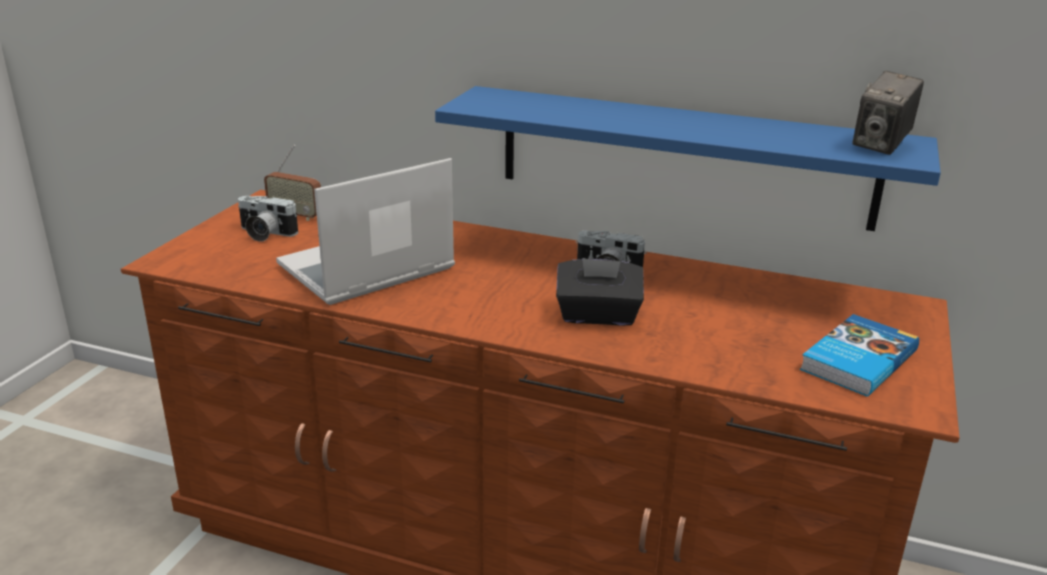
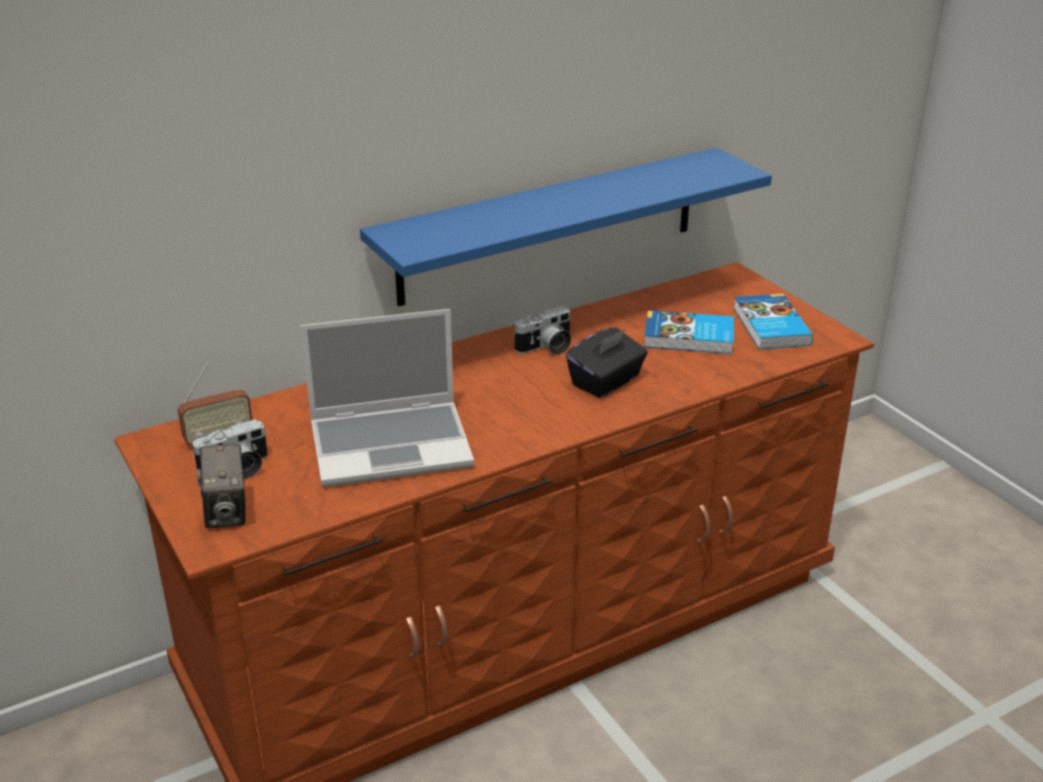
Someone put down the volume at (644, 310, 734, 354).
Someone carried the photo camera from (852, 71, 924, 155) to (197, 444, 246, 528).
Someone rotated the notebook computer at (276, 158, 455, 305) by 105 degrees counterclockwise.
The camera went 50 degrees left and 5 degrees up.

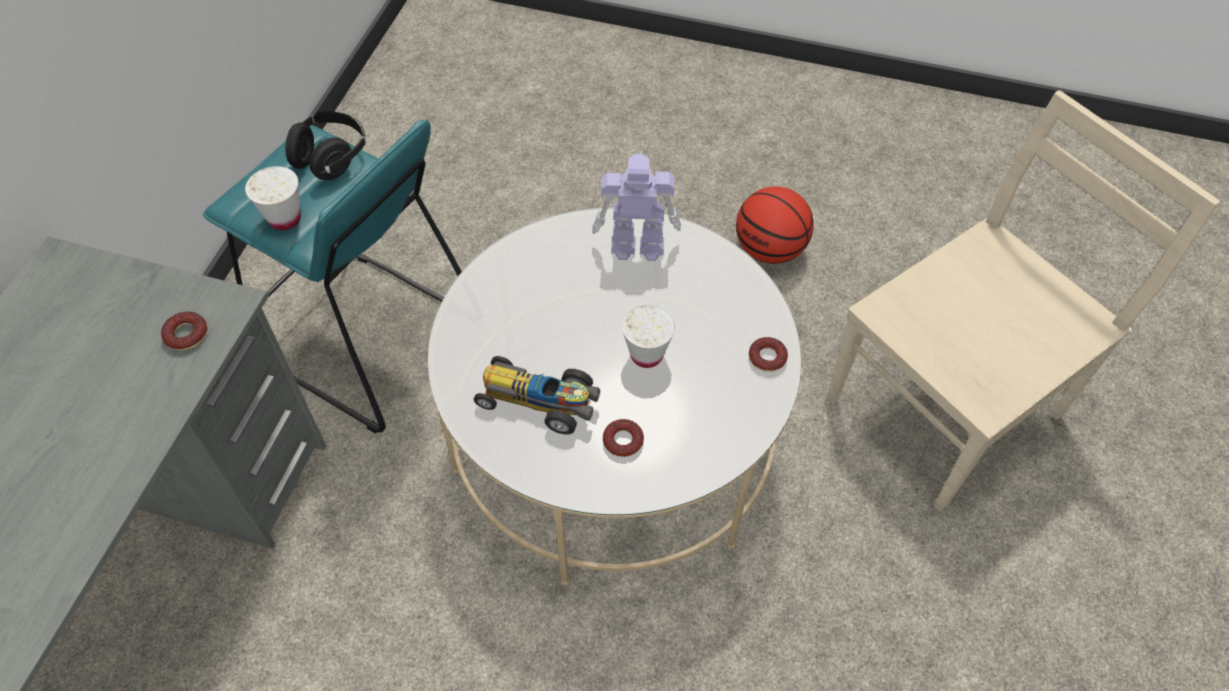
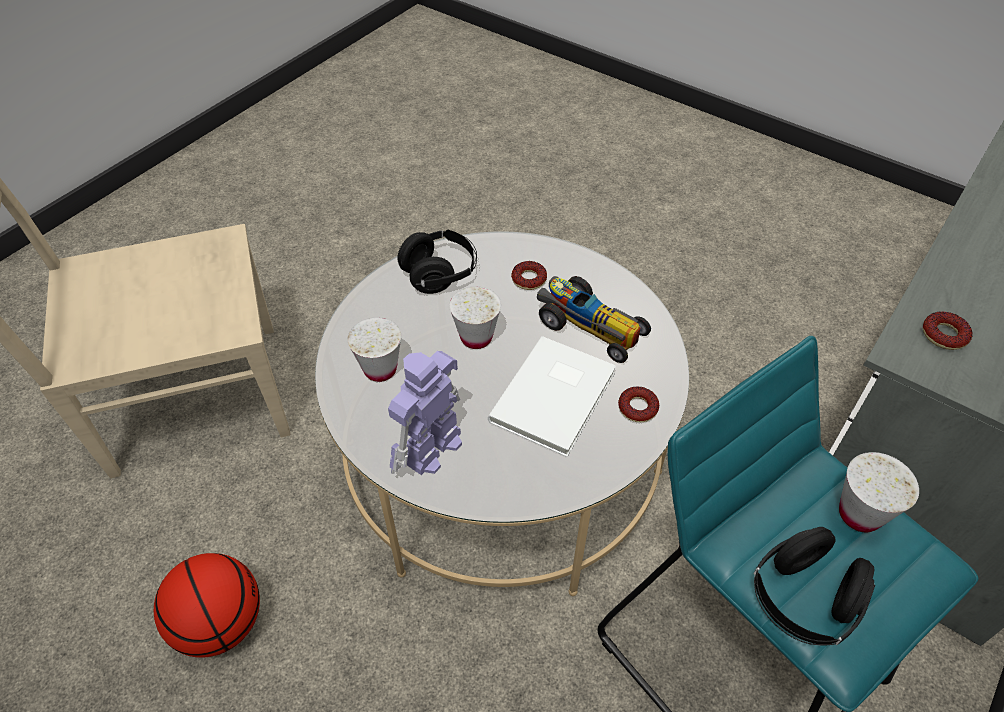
Someone put down the whitish cup at (347, 317, 401, 382).
Someone put down the blackish headset at (397, 230, 477, 294).
Someone put down the whitish volume at (488, 336, 616, 457).
Someone carried the donut from (749, 337, 788, 372) to (618, 387, 659, 422).
Someone rotated the toy robot at (592, 154, 681, 261) by 105 degrees clockwise.
The camera went 160 degrees left and 5 degrees down.

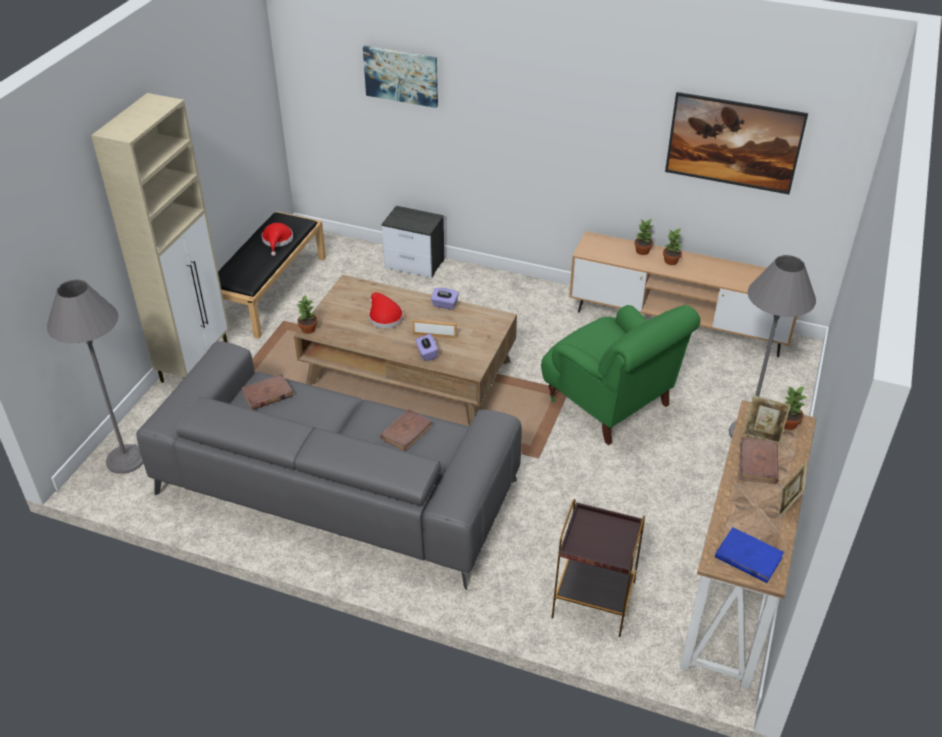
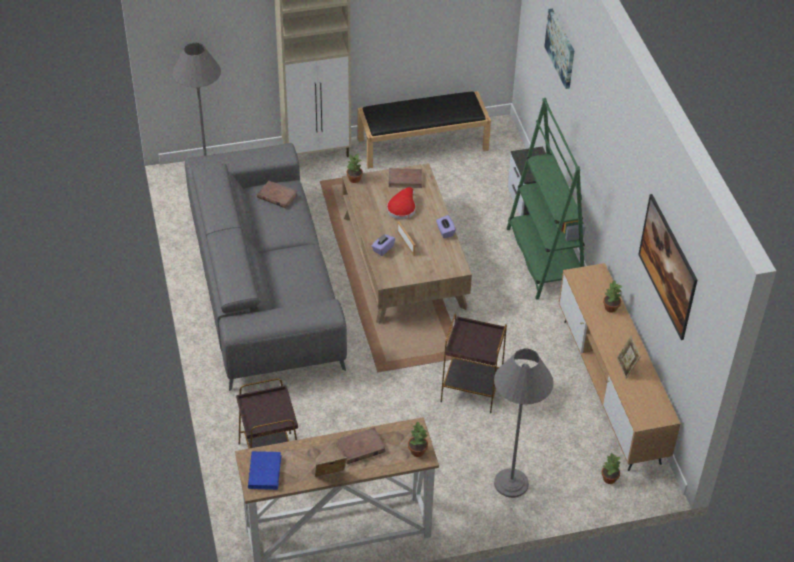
Someone took away the red-coloured clothing hat at (262, 223, 293, 256).
Someone put down the green-coloured shelving unit at (507, 98, 585, 300).
Someone carried the brown-coloured volume from (380, 409, 433, 452) to (388, 168, 422, 188).
Someone carried the potted plant from (663, 229, 682, 265) to (602, 452, 622, 484).
Someone carried the photo frame from (743, 395, 791, 444) to (617, 336, 641, 379).
Someone swapped the green-coloured lounge chair at (541, 305, 700, 445) for the brown-coloured accent table at (441, 313, 507, 413).
The camera went 55 degrees right and 5 degrees up.

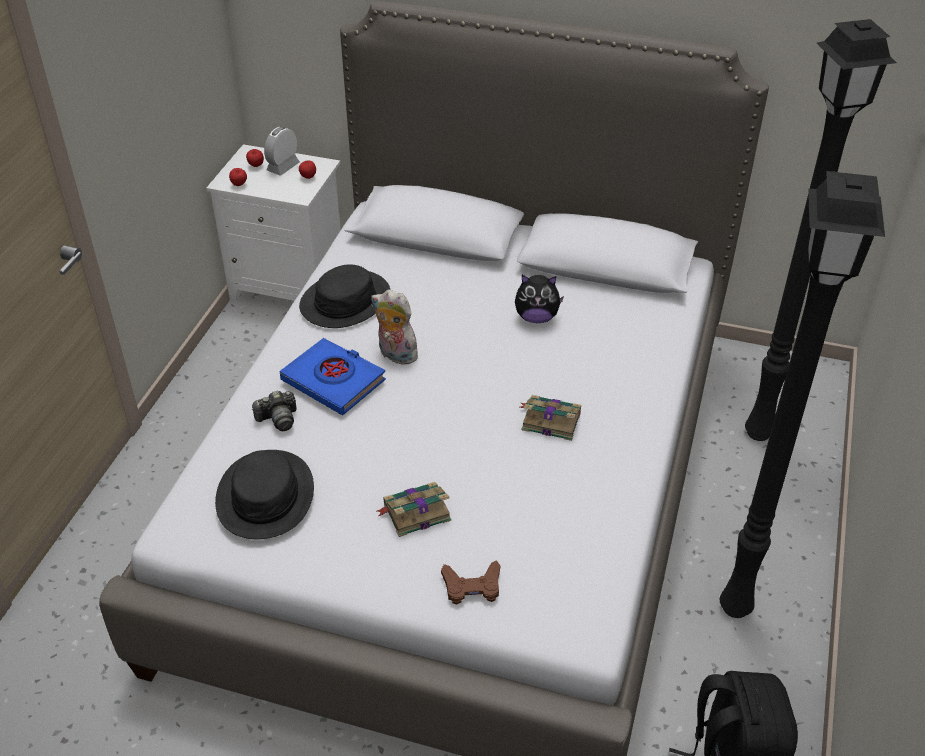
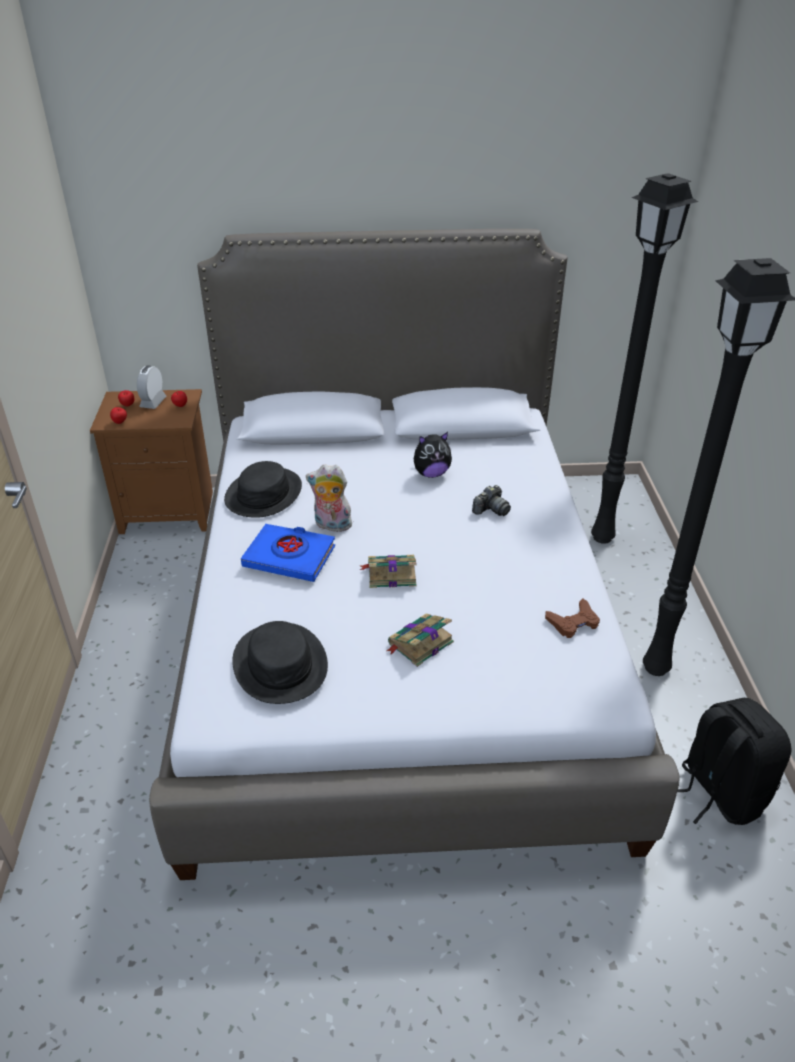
Someone carried the photo camera from (252, 391, 297, 431) to (472, 485, 511, 516).
Someone carried the brown-coloured game controller from (441, 560, 500, 604) to (545, 599, 600, 638).
Someone carried the volume from (520, 395, 581, 441) to (360, 555, 417, 588).
Someone repainted the whitish night table at (206, 144, 341, 301), which became the brown-coloured night table at (90, 389, 213, 534).
The camera went 20 degrees left and 5 degrees down.

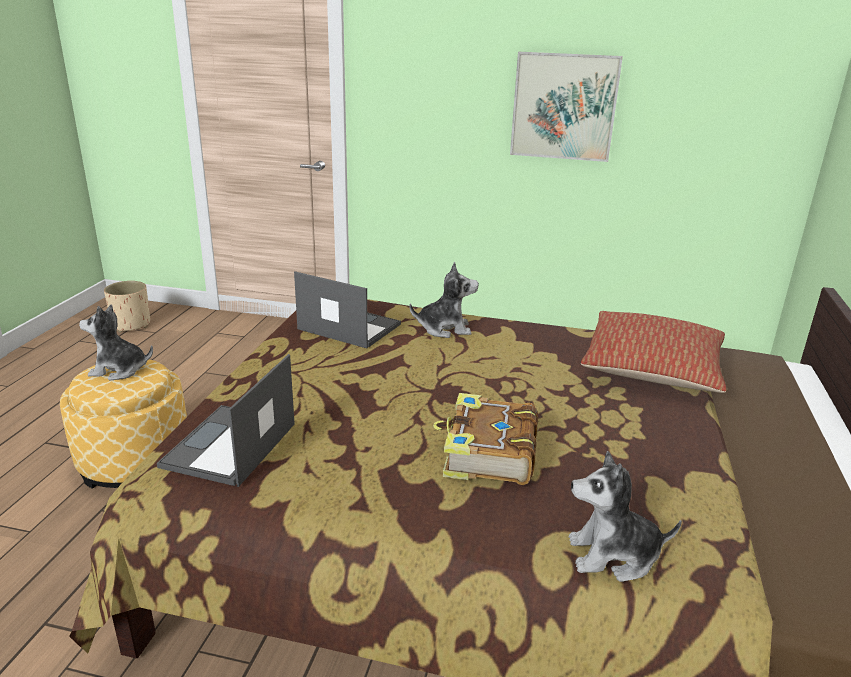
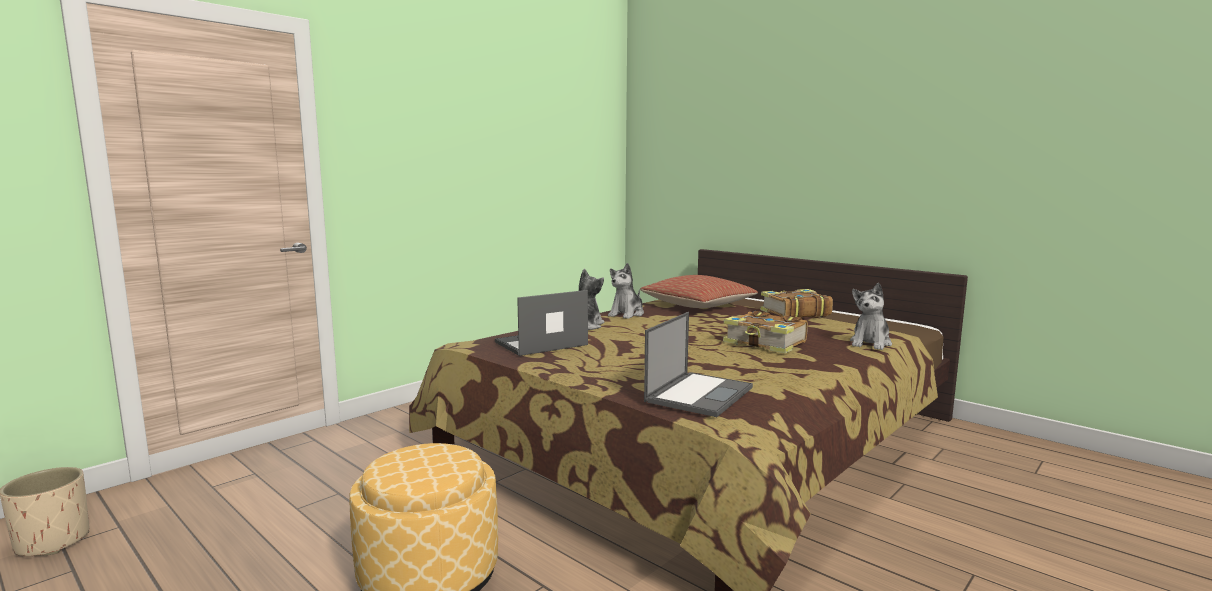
Someone took away the wall art at (510, 52, 623, 162).
Someone put down the volume at (760, 289, 833, 318).
Someone carried the cuddly toy from (79, 305, 153, 380) to (608, 263, 644, 319).
Someone rotated the notebook computer at (157, 354, 295, 487) by 105 degrees counterclockwise.
The camera went 60 degrees left and 15 degrees down.

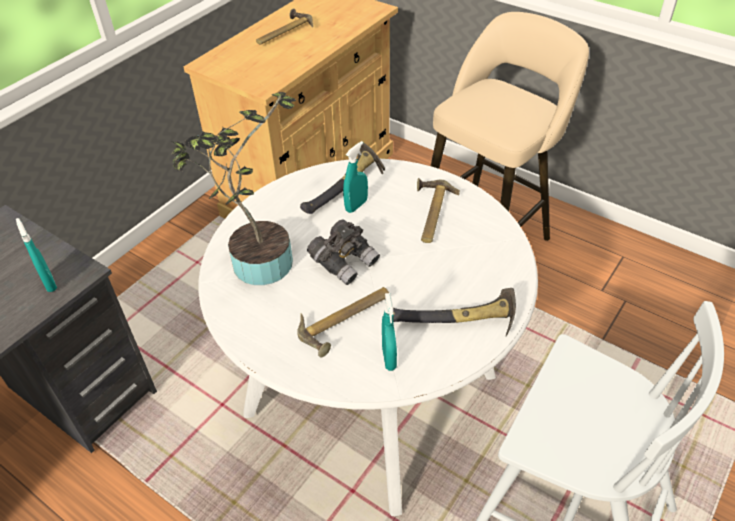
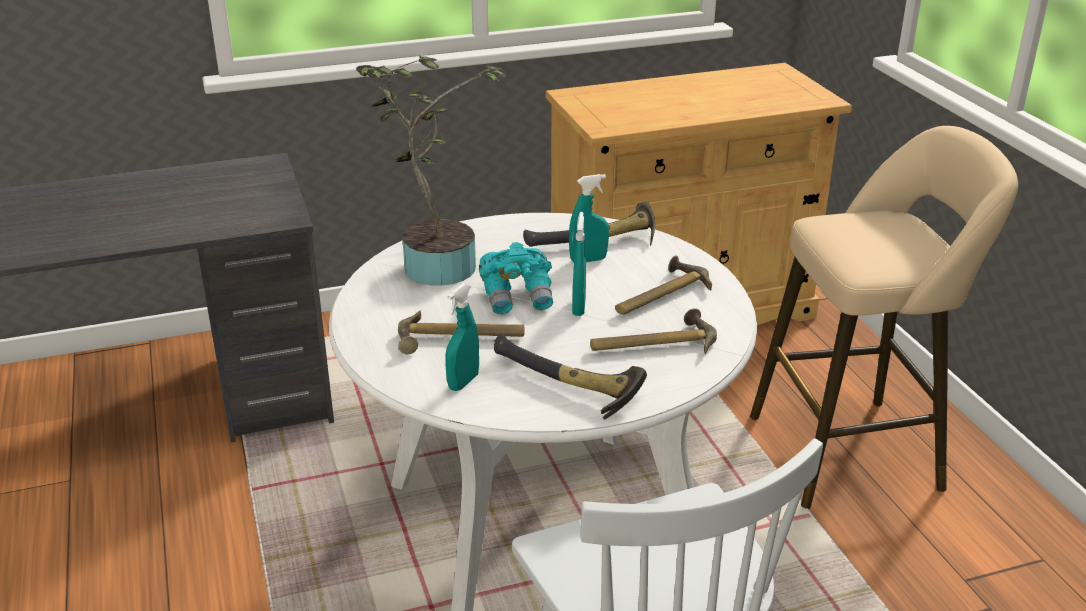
Someone carried the blue-green hand sprayer from (16, 218, 57, 292) to (572, 212, 586, 316).
Someone carried the tool hammer from (256, 8, 313, 44) to (590, 308, 717, 354).
Someone repainted the gray field glasses at (307, 219, 380, 285), which became the blue-green field glasses at (479, 242, 553, 314).
The camera went 35 degrees right and 15 degrees down.

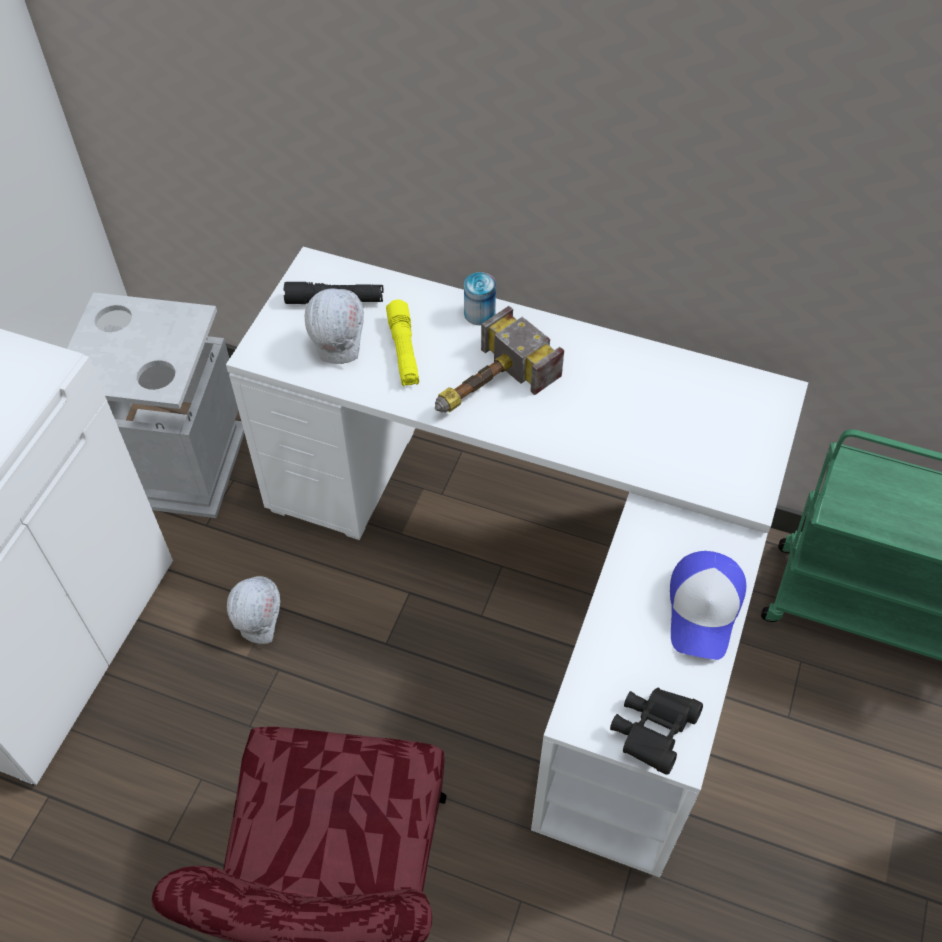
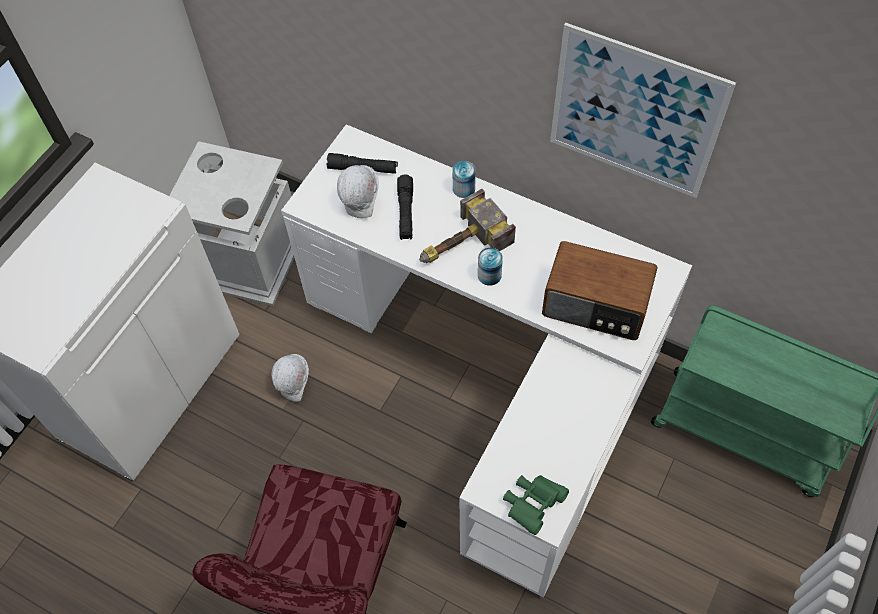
Someone took away the baseball cap at (670, 551, 746, 660).
Someone put down the metal can at (478, 248, 503, 286).
Someone put down the radio at (542, 241, 658, 340).
Someone put up the wall art at (550, 23, 736, 198).
Someone repainted the yellow flashlight at (386, 300, 419, 386), which became the blackish flashlight at (397, 175, 413, 240).
Someone repainted the blackish field glasses at (610, 688, 703, 775), which became the green-coloured field glasses at (503, 475, 569, 535).
The camera went 10 degrees right and 5 degrees up.

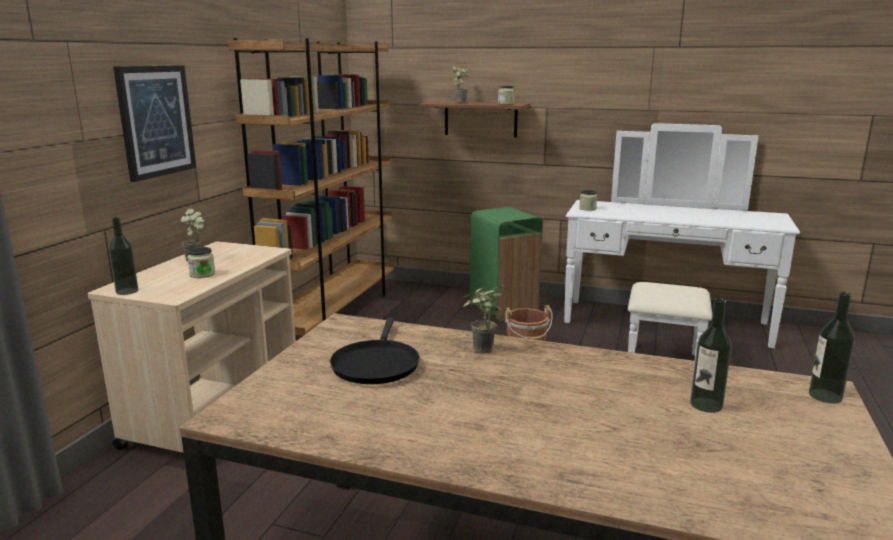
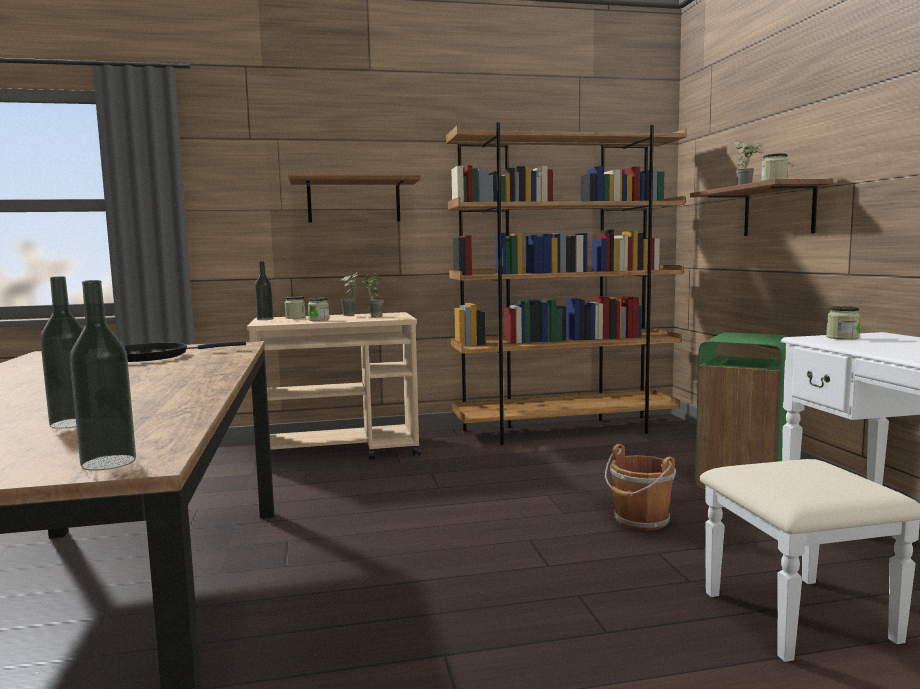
Someone put down the preserve jar at (285, 296, 306, 319).
Someone carried the potted plant from (463, 284, 505, 354) to (362, 273, 384, 317).
Someone swapped the wall art at (113, 65, 196, 182) for the shelf at (288, 175, 421, 222).
The camera went 60 degrees right and 10 degrees down.

